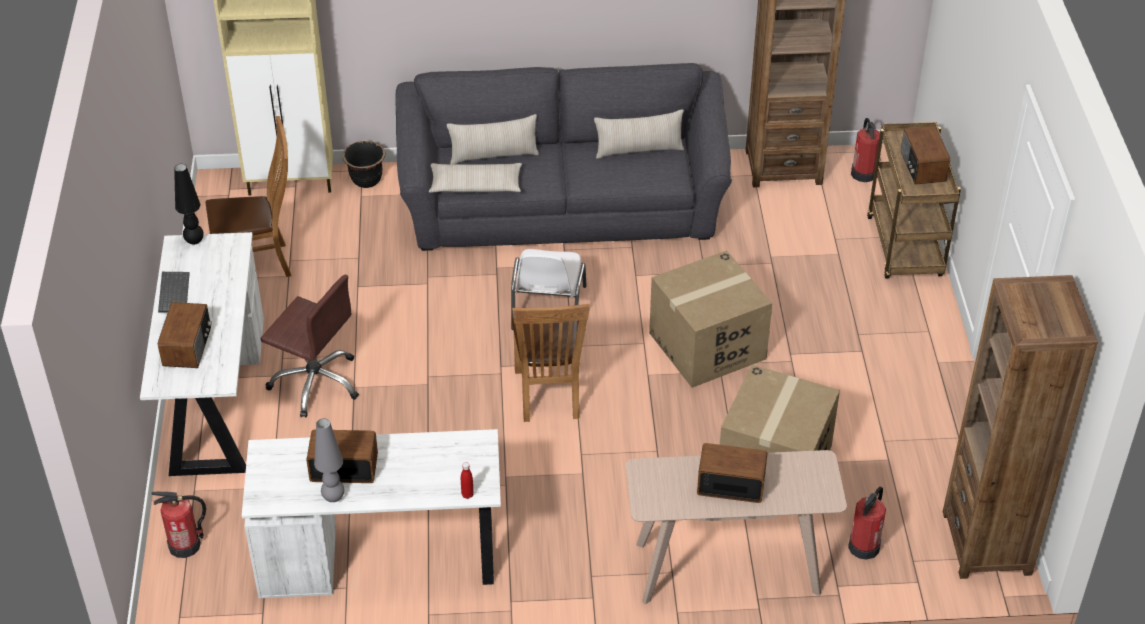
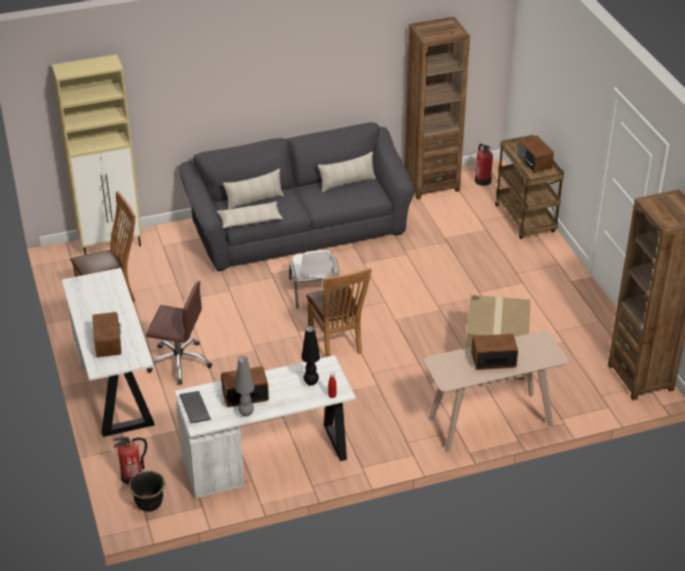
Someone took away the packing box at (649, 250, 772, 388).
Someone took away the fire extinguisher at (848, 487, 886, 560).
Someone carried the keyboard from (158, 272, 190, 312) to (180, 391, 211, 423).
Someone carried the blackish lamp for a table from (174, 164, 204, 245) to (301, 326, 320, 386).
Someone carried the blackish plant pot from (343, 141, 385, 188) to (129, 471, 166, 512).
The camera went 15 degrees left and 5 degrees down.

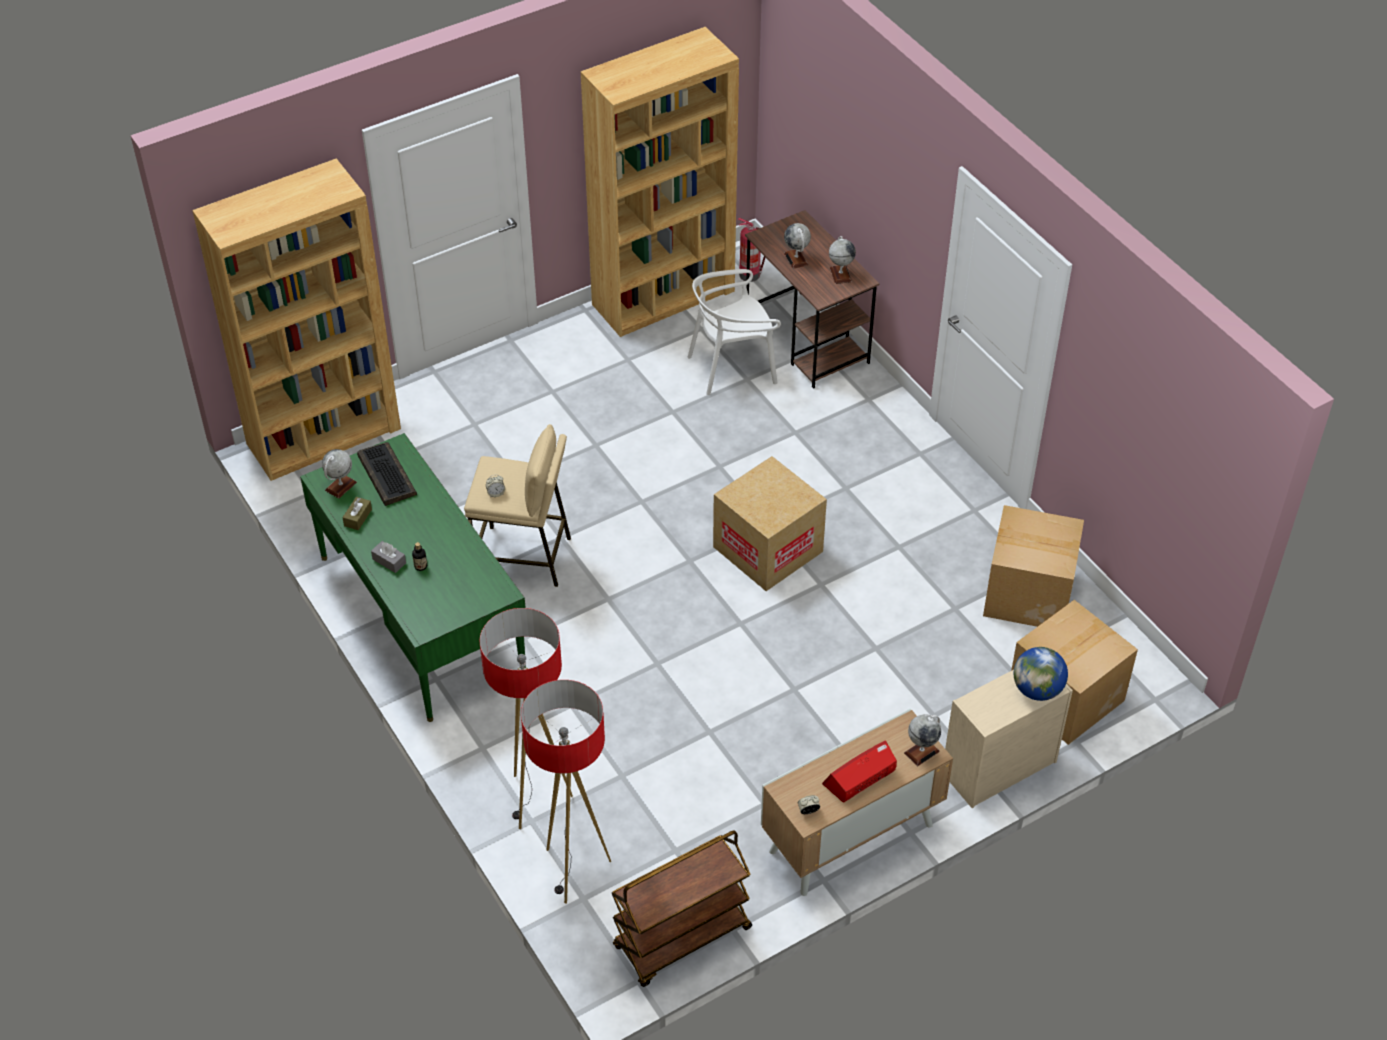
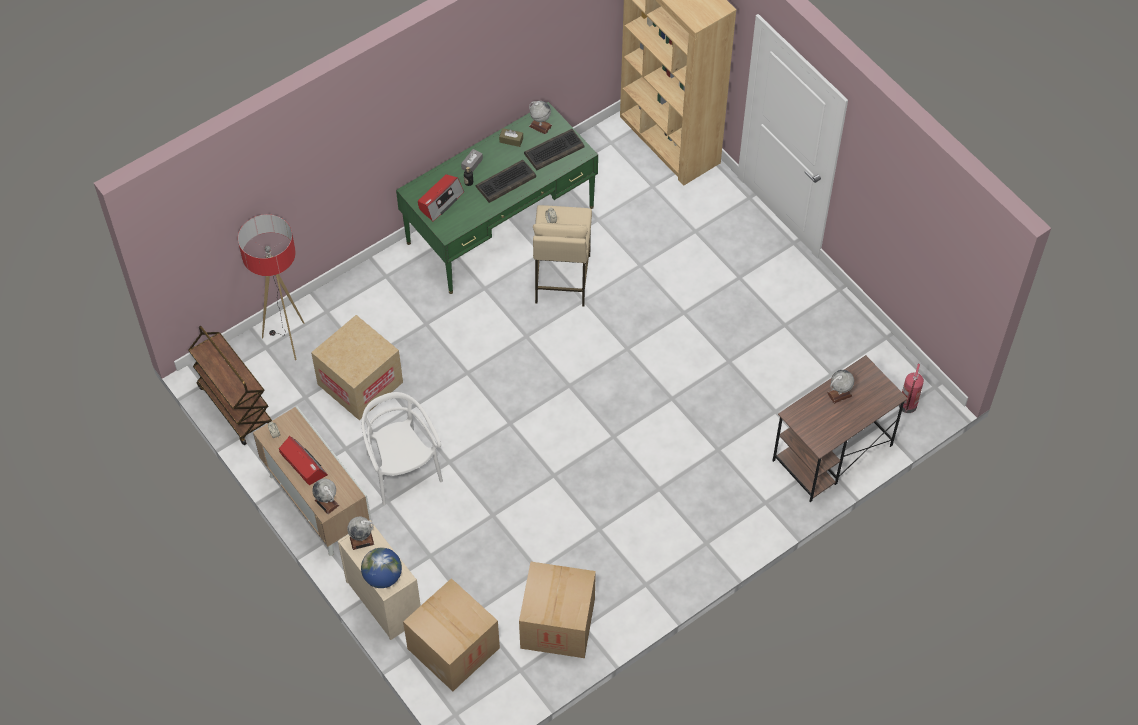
Someone took away the standing lamp at (480, 608, 573, 829).
Someone took away the brown-coloured shelving unit at (580, 27, 739, 337).
Someone put down the radio at (418, 174, 464, 222).
Someone put down the keyboard at (475, 160, 536, 203).
Someone carried the whitish upright chair from (688, 269, 781, 395) to (362, 392, 443, 505).
Someone carried the packing box from (713, 456, 827, 591) to (311, 315, 403, 420).
Someone carried the world globe from (829, 236, 856, 284) to (347, 517, 374, 550).
The camera went 85 degrees right and 10 degrees up.

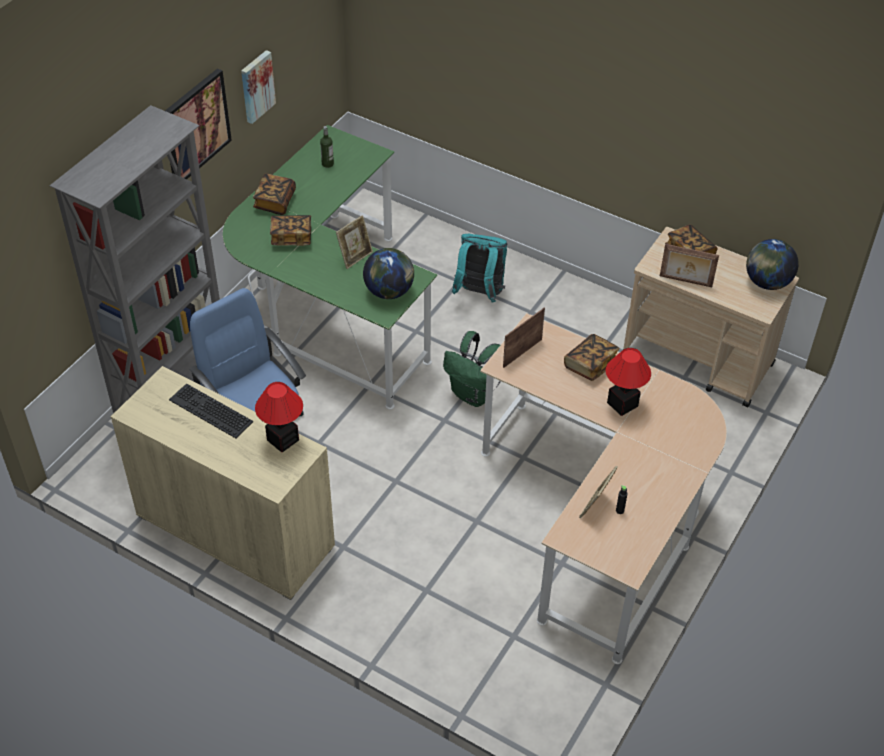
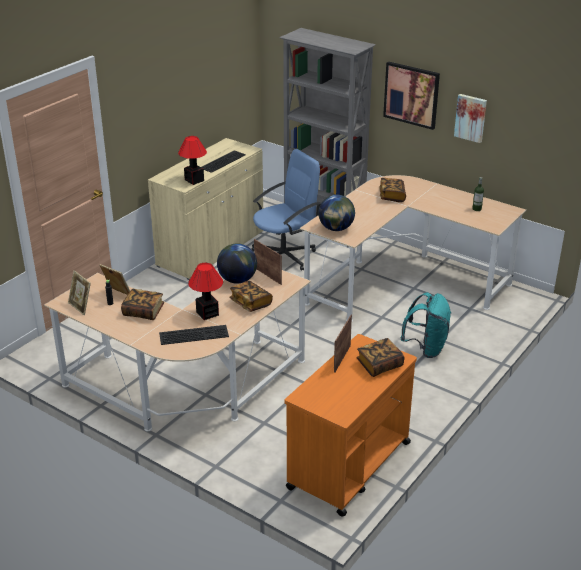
Someone took away the green-coloured backpack at (443, 331, 501, 407).
Someone put down the keyboard at (159, 325, 229, 345).
Someone carried the volume from (253, 174, 296, 215) to (121, 289, 164, 320).
Someone carried the photo frame from (336, 215, 373, 269) to (68, 270, 91, 315).
Someone carried the world globe from (746, 239, 799, 290) to (217, 243, 257, 284).
Someone repainted the green-coloured desk table at (223, 125, 437, 409), which became the beige-coloured desk table at (300, 175, 526, 322).
Someone repainted the beige-coloured wheeled cart at (623, 227, 799, 408), which became the orange-coloured wheeled cart at (285, 334, 417, 517).
The camera went 95 degrees right and 15 degrees down.

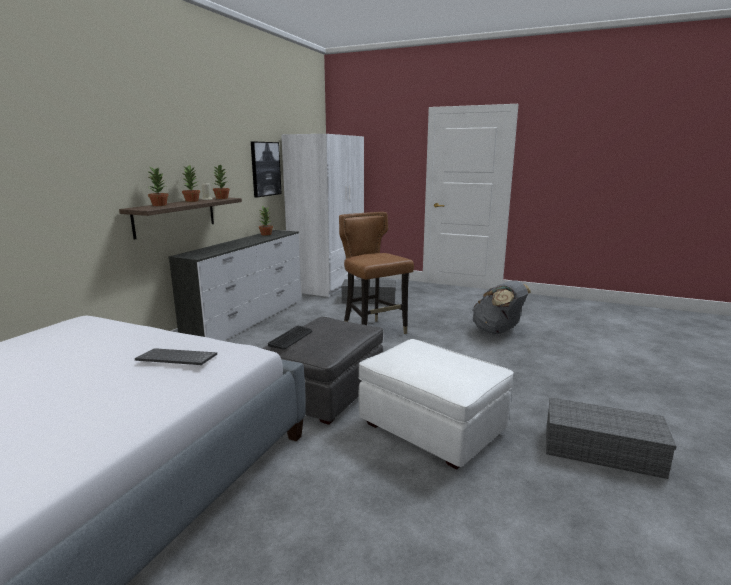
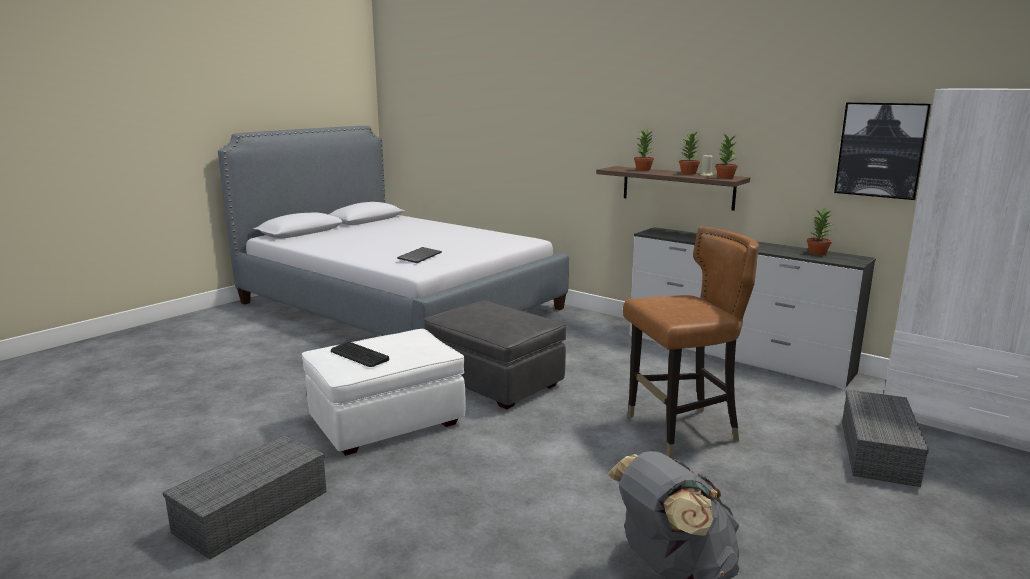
Someone carried the keyboard from (268, 326, 312, 349) to (331, 341, 389, 367).
The camera went 105 degrees right and 0 degrees up.

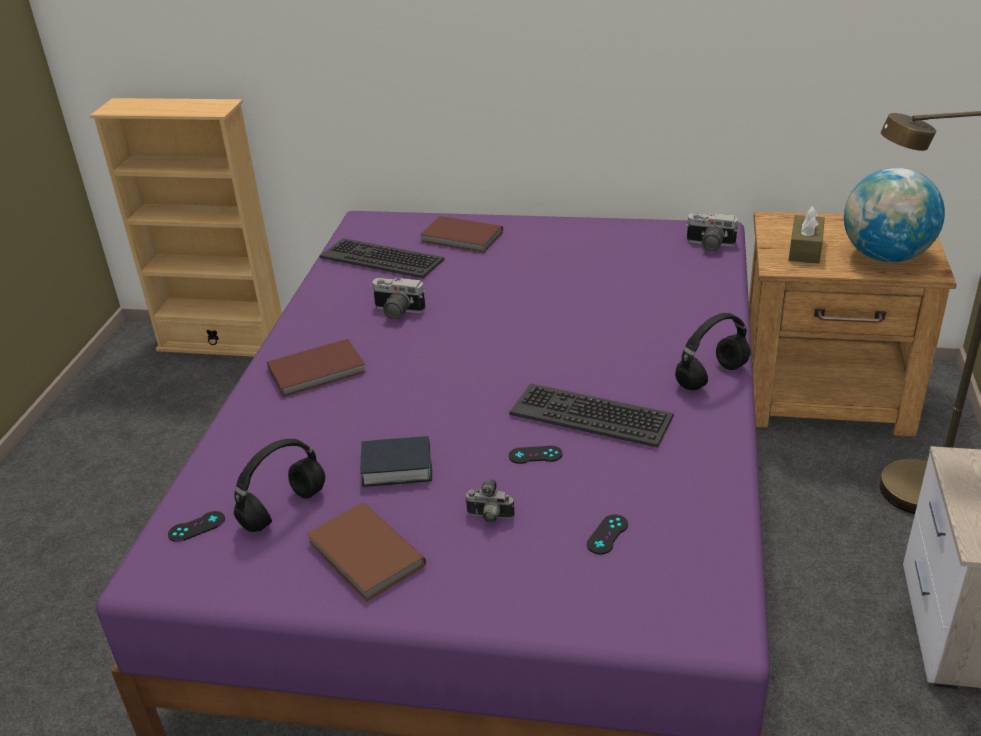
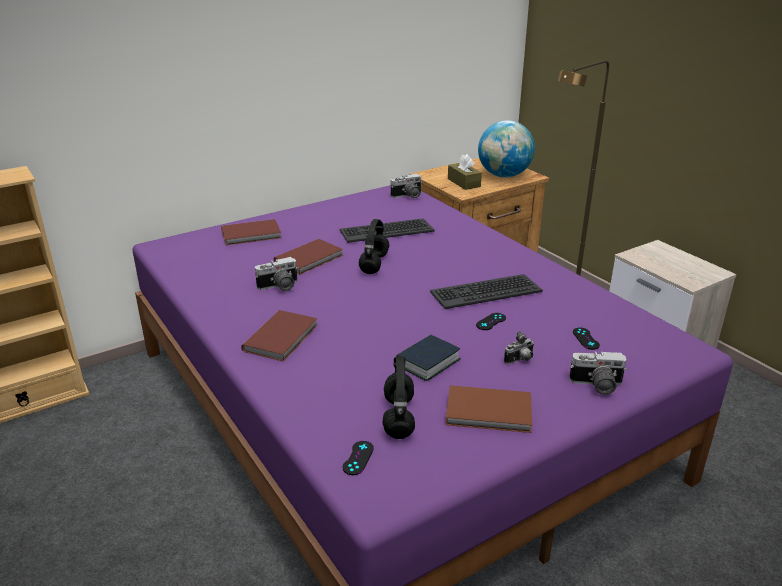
Someone put down the brown-coloured volume at (274, 239, 343, 275).
Someone put down the photo camera at (569, 351, 627, 395).
Someone carried the keyboard from (320, 238, 444, 278) to (340, 218, 435, 243).
Someone carried the blackish headset from (675, 313, 750, 390) to (359, 219, 389, 274).
The camera went 45 degrees left and 5 degrees down.

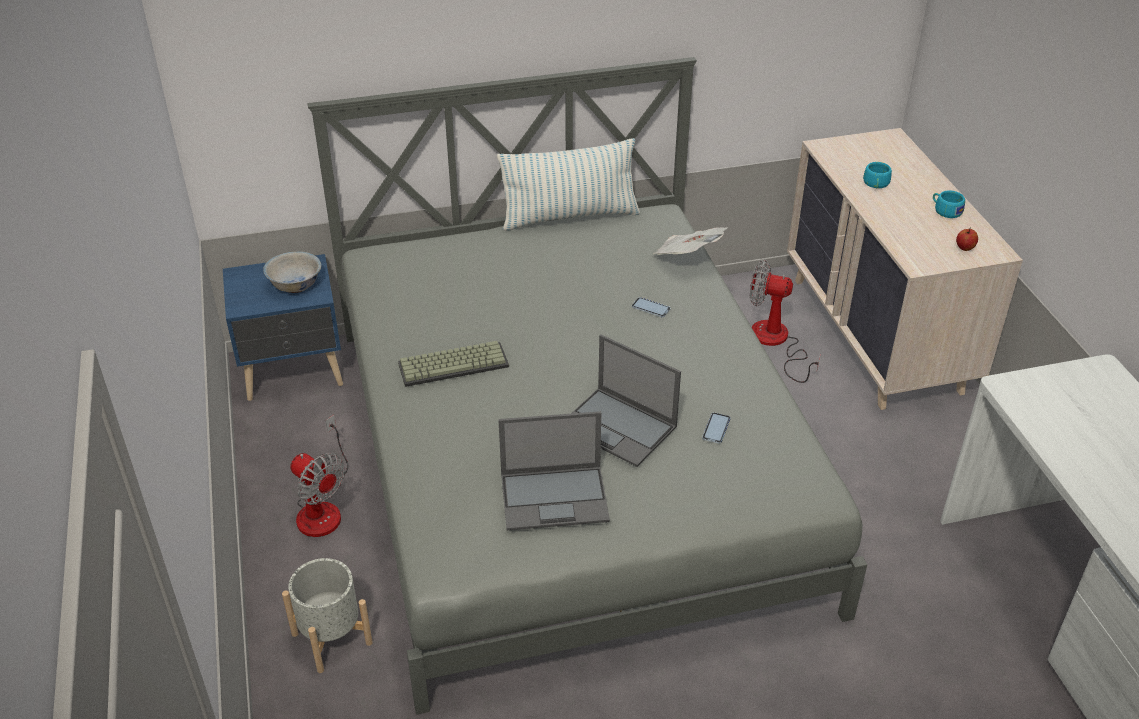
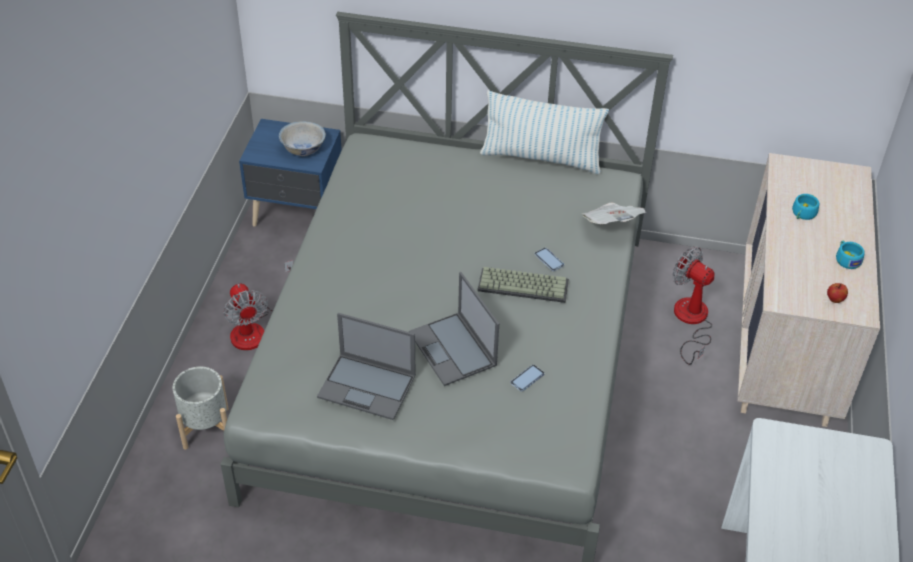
Someone carried the keyboard from (398, 341, 509, 387) to (477, 267, 569, 303).
The camera went 25 degrees right and 5 degrees up.

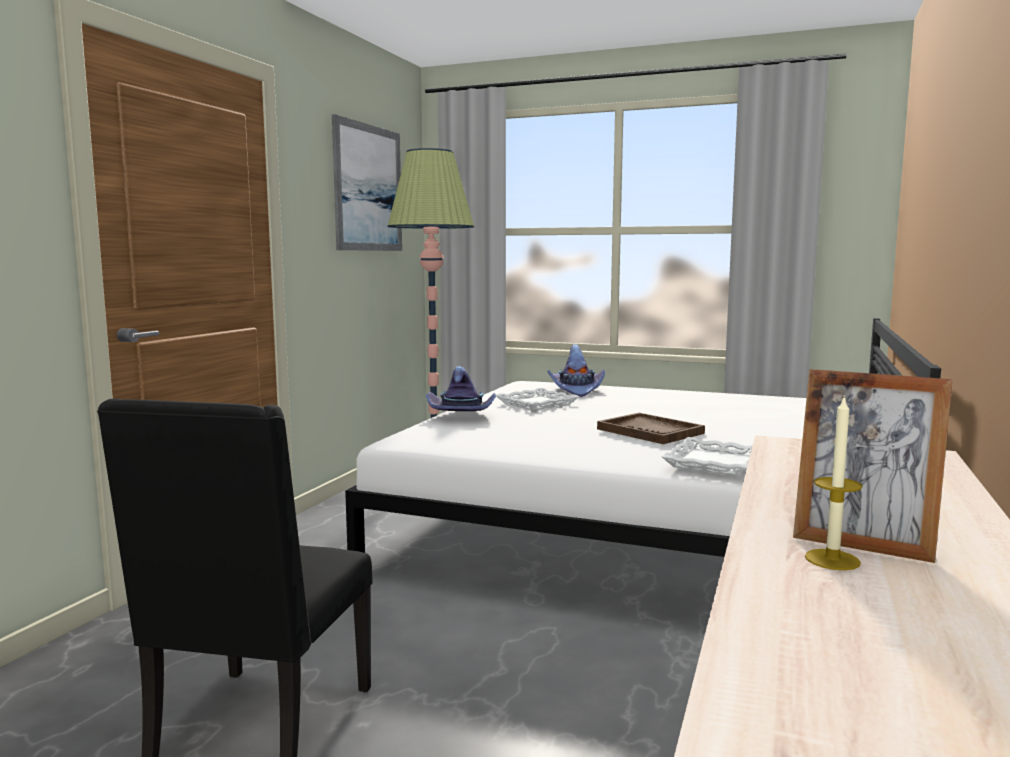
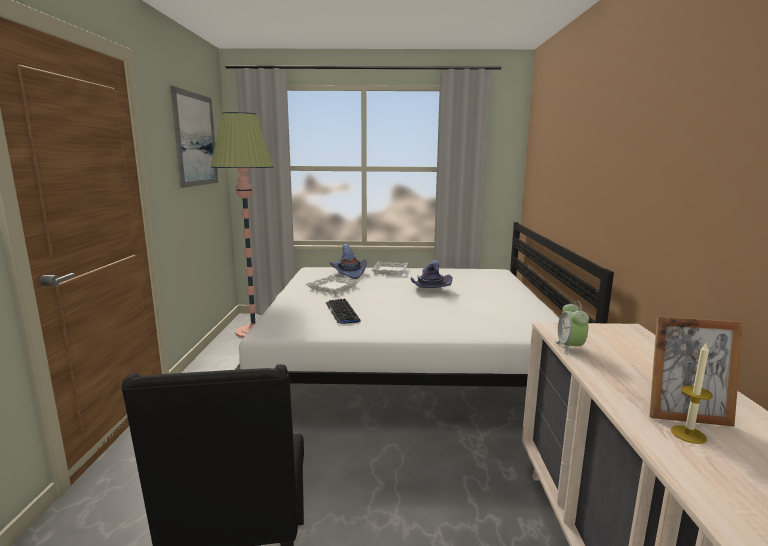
Someone took away the brown-coloured carrying tray at (597, 413, 705, 444).
Someone put down the keyboard at (326, 298, 361, 324).
Someone put down the bedside clock at (555, 301, 589, 355).
Someone carried the purplish clothing hat from (426, 366, 496, 411) to (410, 261, 453, 288).
Someone carried the whitish carrying tray from (661, 437, 753, 476) to (372, 262, 408, 275).
The camera went 20 degrees left and 5 degrees up.

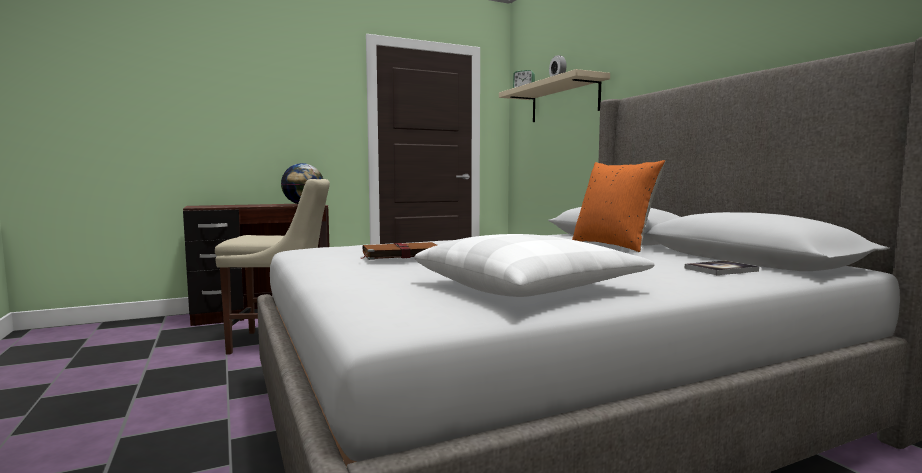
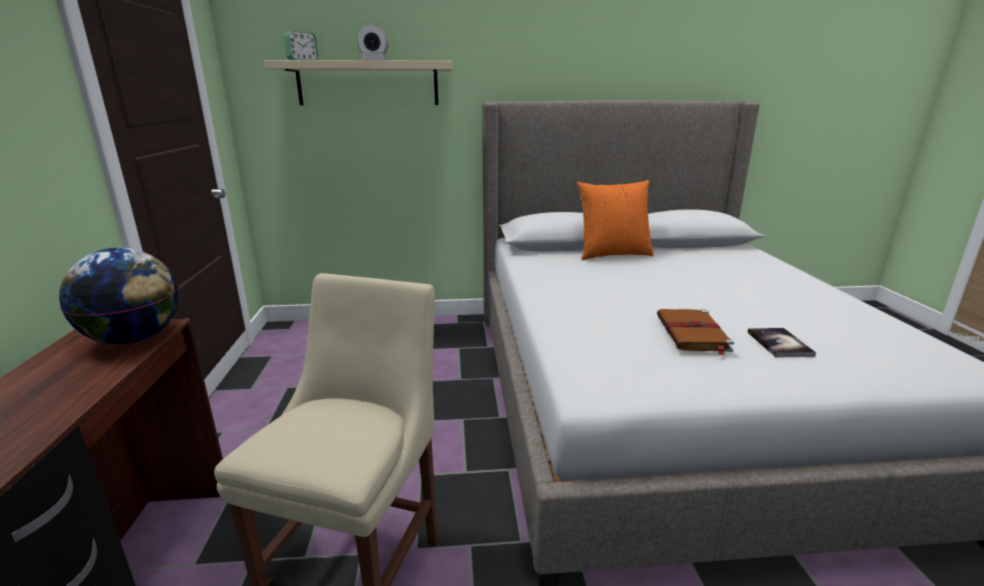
Someone took away the whitish pillow at (414, 234, 655, 297).
Someone carried the volume from (685, 261, 759, 275) to (747, 328, 816, 358).
The camera went 70 degrees left and 15 degrees up.

